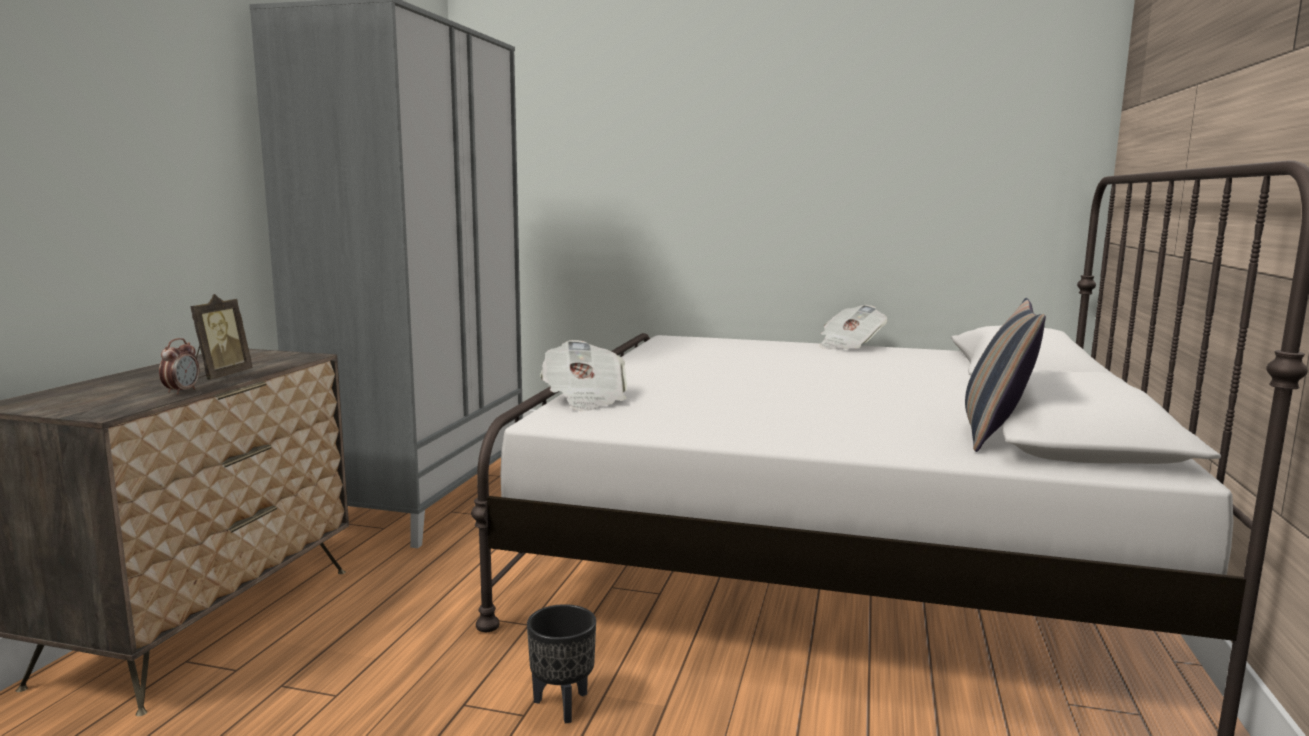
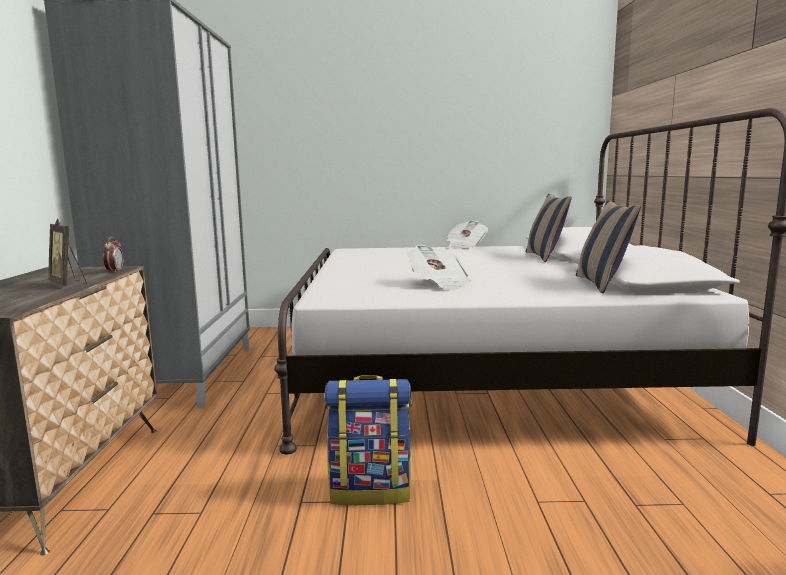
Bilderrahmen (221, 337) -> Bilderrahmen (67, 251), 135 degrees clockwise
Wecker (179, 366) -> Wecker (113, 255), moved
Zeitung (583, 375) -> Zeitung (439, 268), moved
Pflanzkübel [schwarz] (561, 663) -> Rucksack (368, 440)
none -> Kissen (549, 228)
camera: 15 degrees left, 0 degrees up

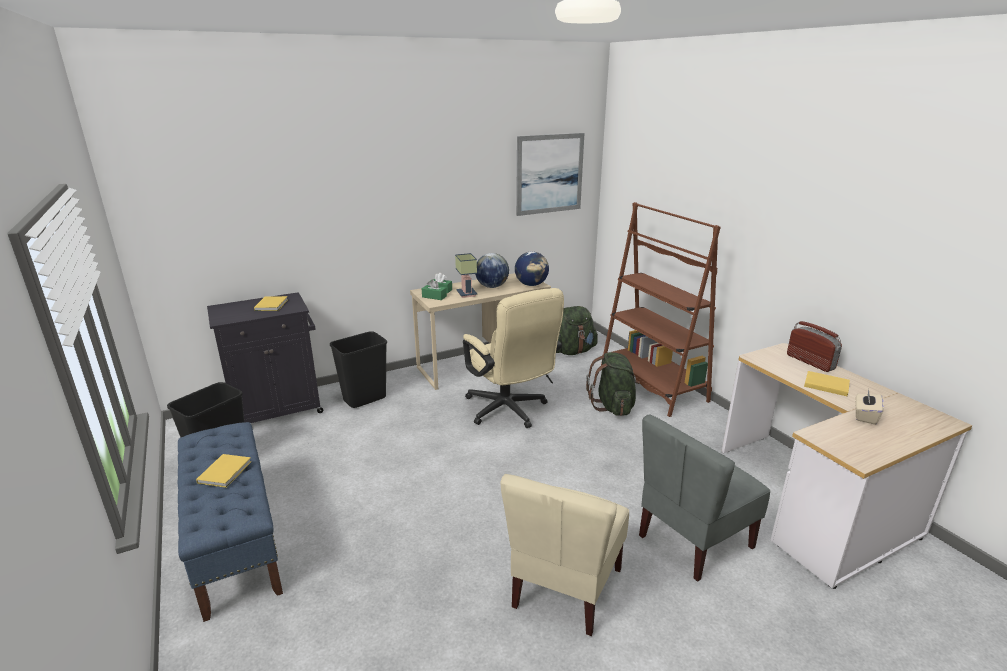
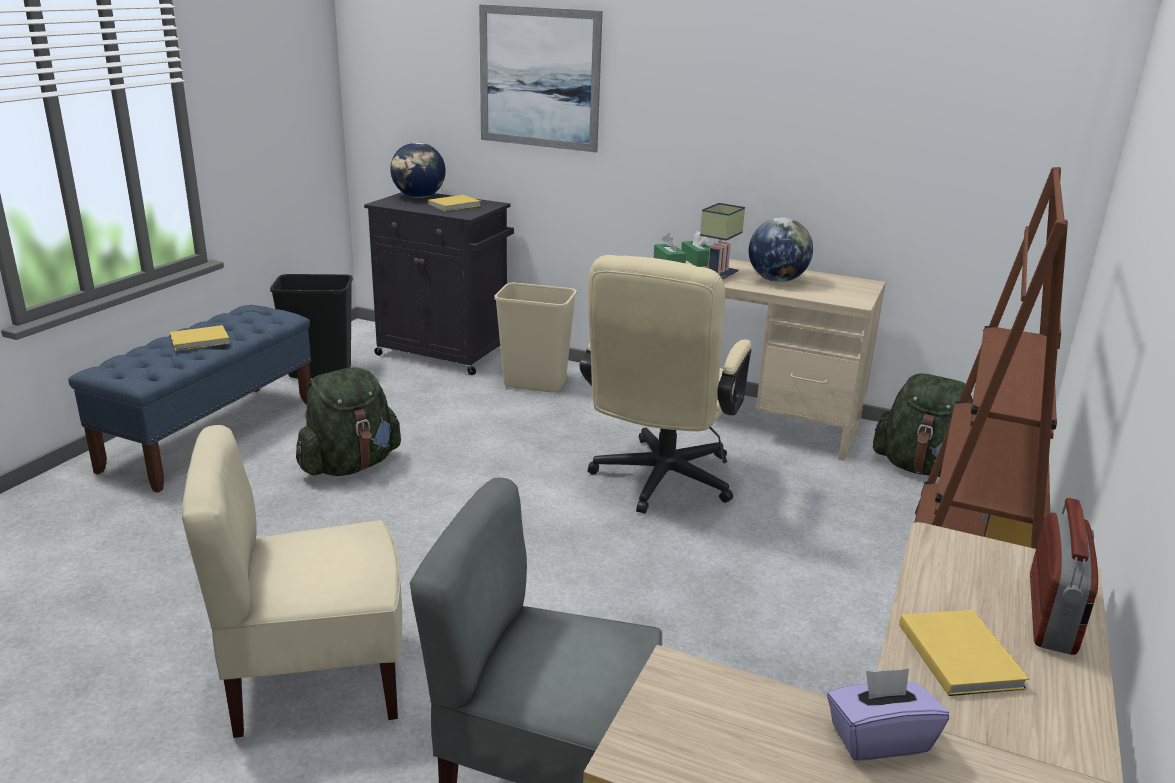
Bild (550, 174) -> Bild (541, 78), moved
Globus (532, 268) -> Globus (418, 170), moved
Mülleimer [schwarz] (358, 369) -> Mülleimer [beige] (535, 337)
Rucksack [grün] (613, 384) -> Rucksack [grün] (348, 421), moved
Taschentuchbox [beige] (869, 407) -> Taschentuchbox [lila] (888, 714)
camera: 50 degrees right, 0 degrees up

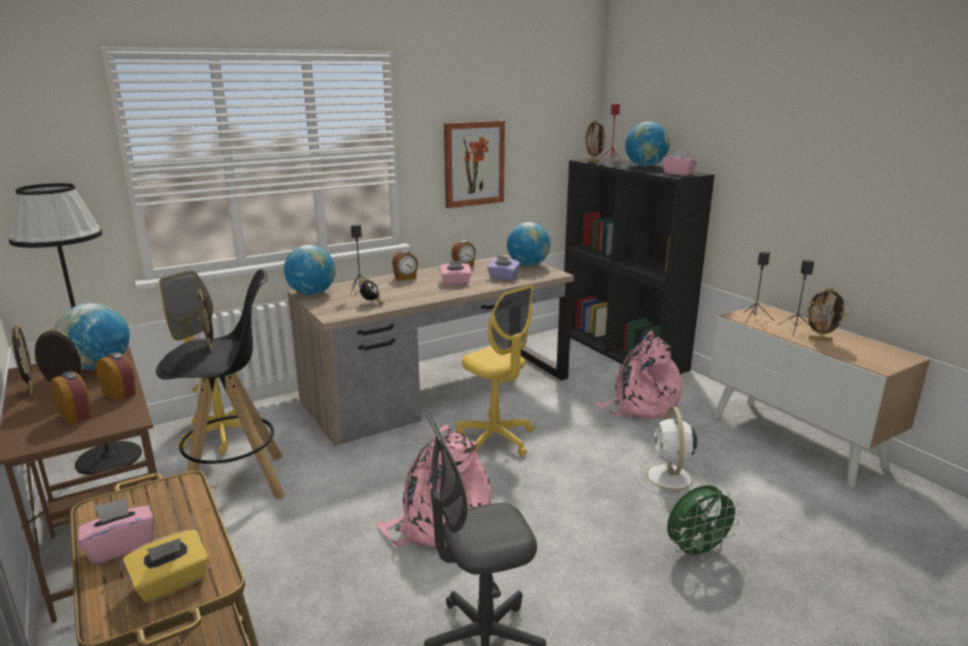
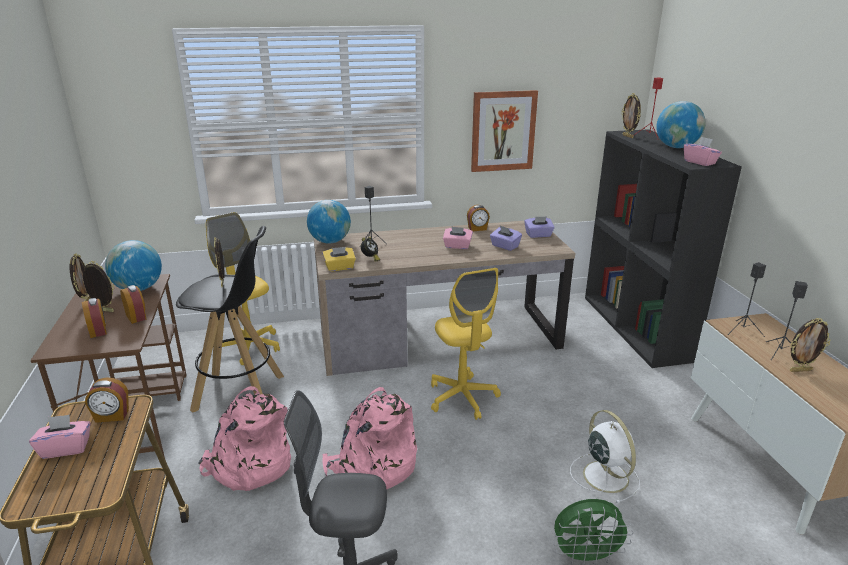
Stehlampe [schwarz] (75, 329) -> none
Globus (528, 244) -> Taschentuchbox [lila] (539, 227)
Wecker (405, 266) -> Wecker (107, 400), moved
Bilderrahmen (826, 314) -> Bilderrahmen (810, 345), 45 degrees counterclockwise
Rucksack [rosa] (638, 374) -> Rucksack [rosa] (244, 438), moved
Ventilator [weiß] (671, 452) -> Ventilator [weiß] (605, 457), 135 degrees clockwise
Taschentuchbox [gelb] (166, 566) -> Taschentuchbox [gelb] (339, 259), moved
camera: 20 degrees right, 5 degrees up

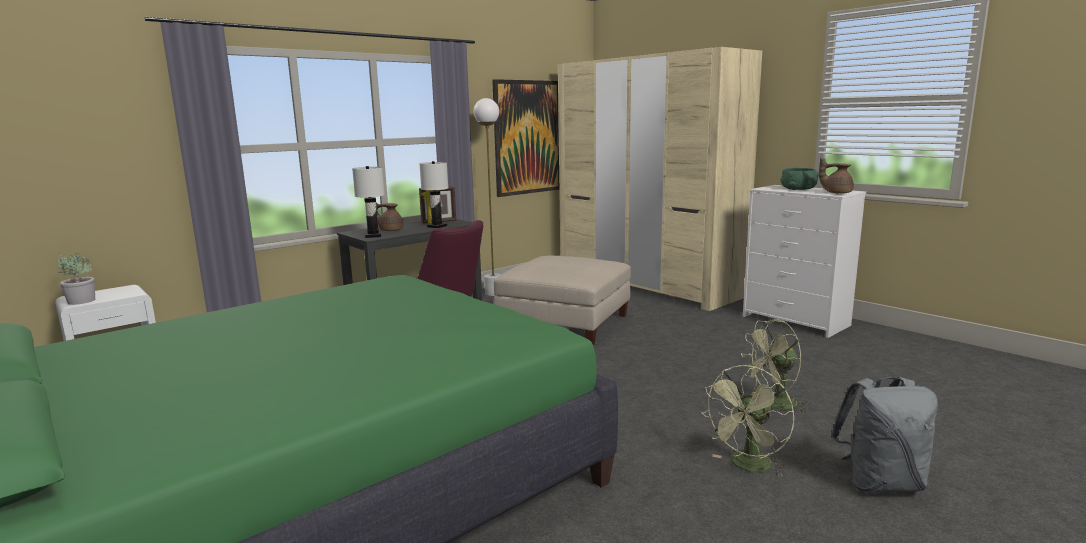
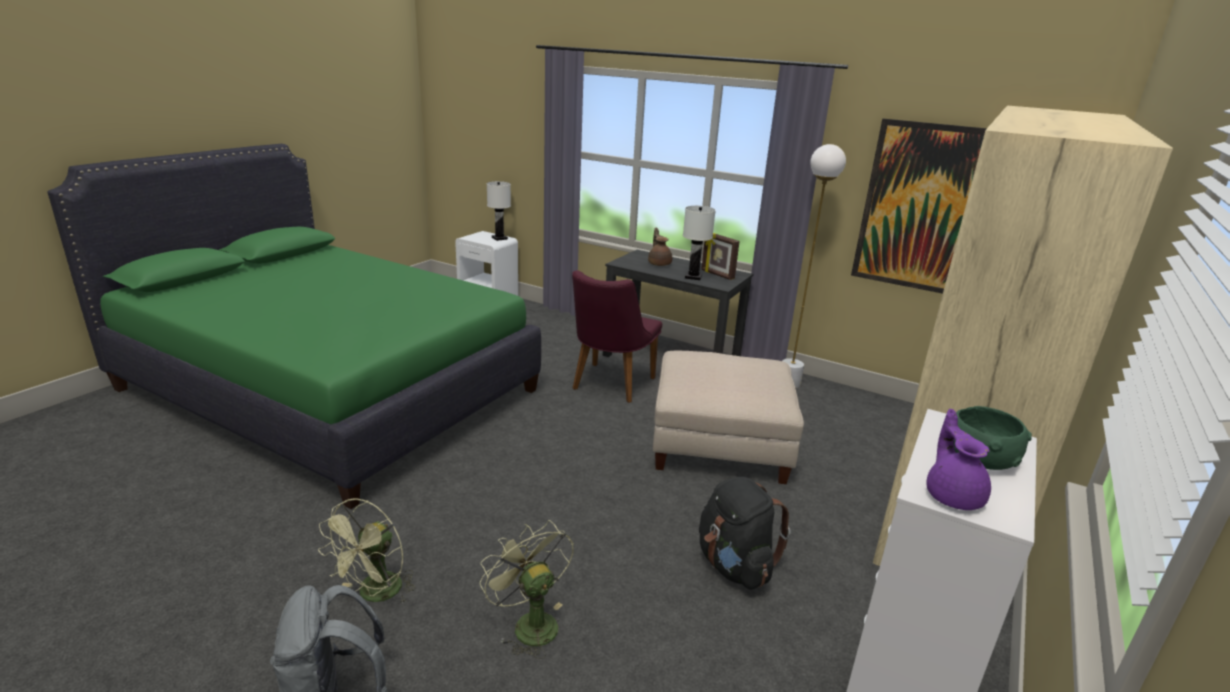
Teekanne [braun] (836, 176) -> Teekanne [lila] (958, 459)
Tischlampe [weiß] (368, 202) -> Tischlampe [weiß] (499, 211), moved
Topfpflanze (76, 279) -> none
Ventilator [grün] (747, 421) -> Ventilator [grün] (367, 551), 90 degrees counterclockwise
none -> Rucksack [schwarz] (745, 533)
camera: 70 degrees right, 10 degrees up

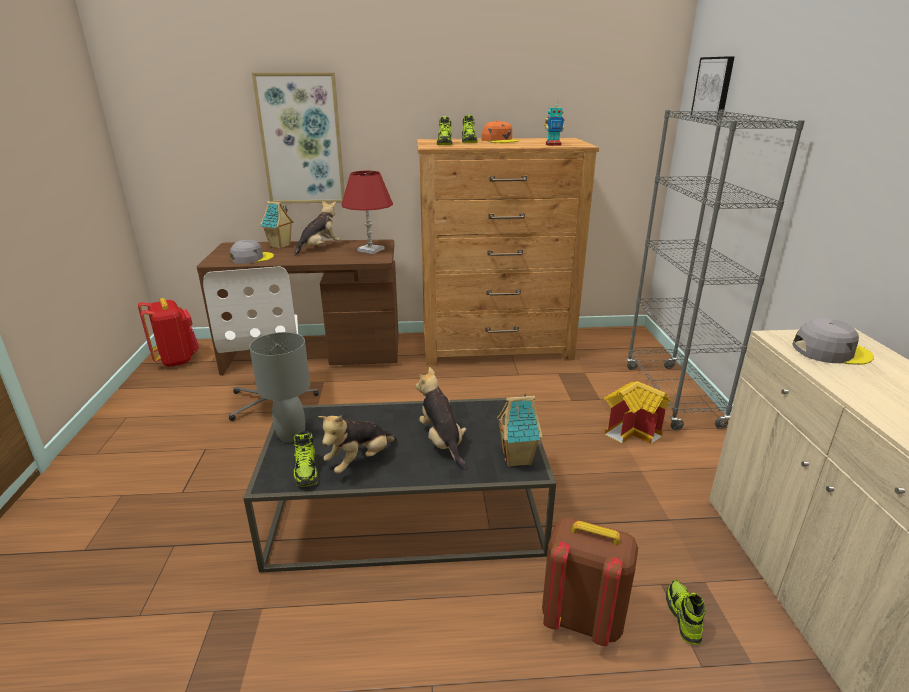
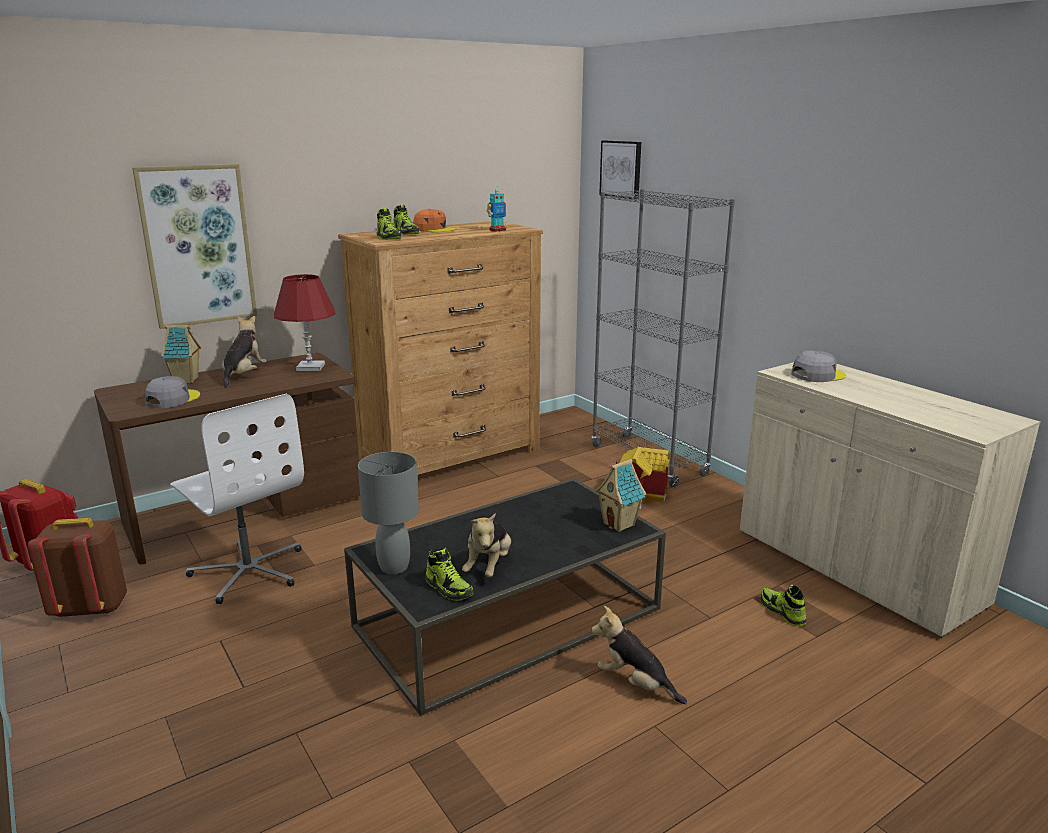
Plüschtier (441, 418) -> Plüschtier (639, 655), moved
Rucksack [braun] (590, 581) -> Rucksack [braun] (77, 568), moved
camera: 30 degrees left, 5 degrees down

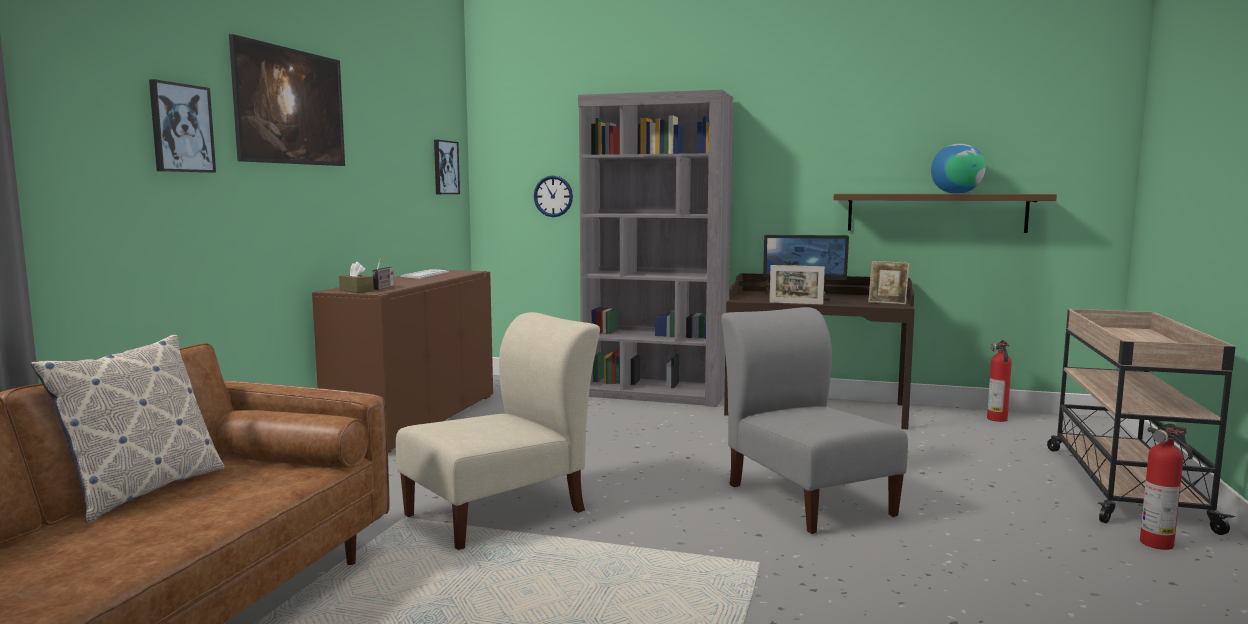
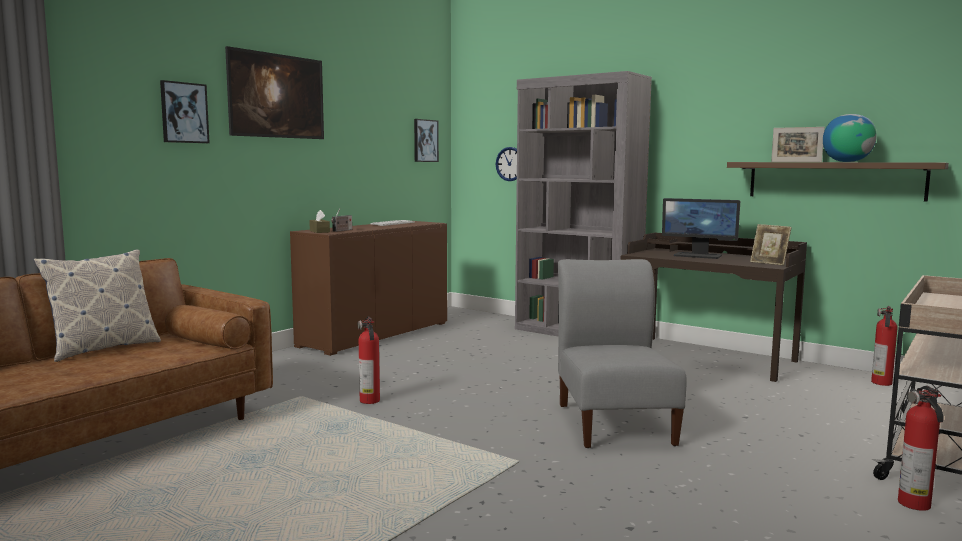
Bilderrahmen (797, 285) -> Bilderrahmen (798, 144), moved
Stuhl [beige] (498, 431) -> Feuerlöscher (368, 360)
camera: 20 degrees right, 0 degrees up

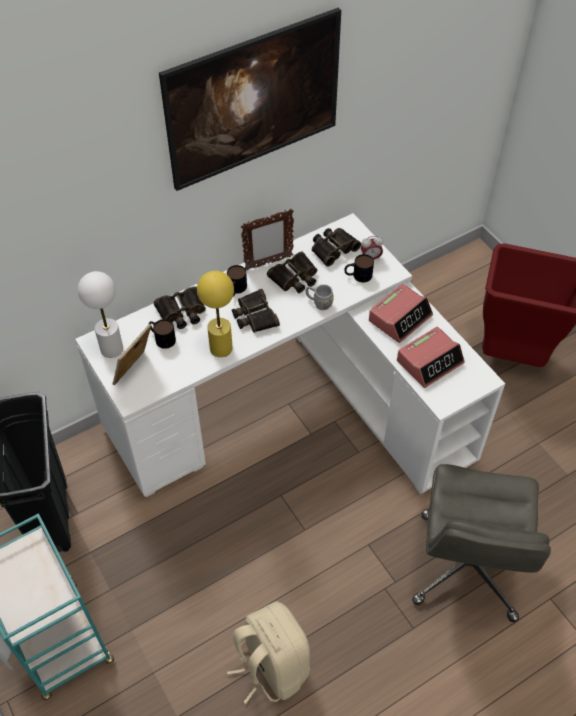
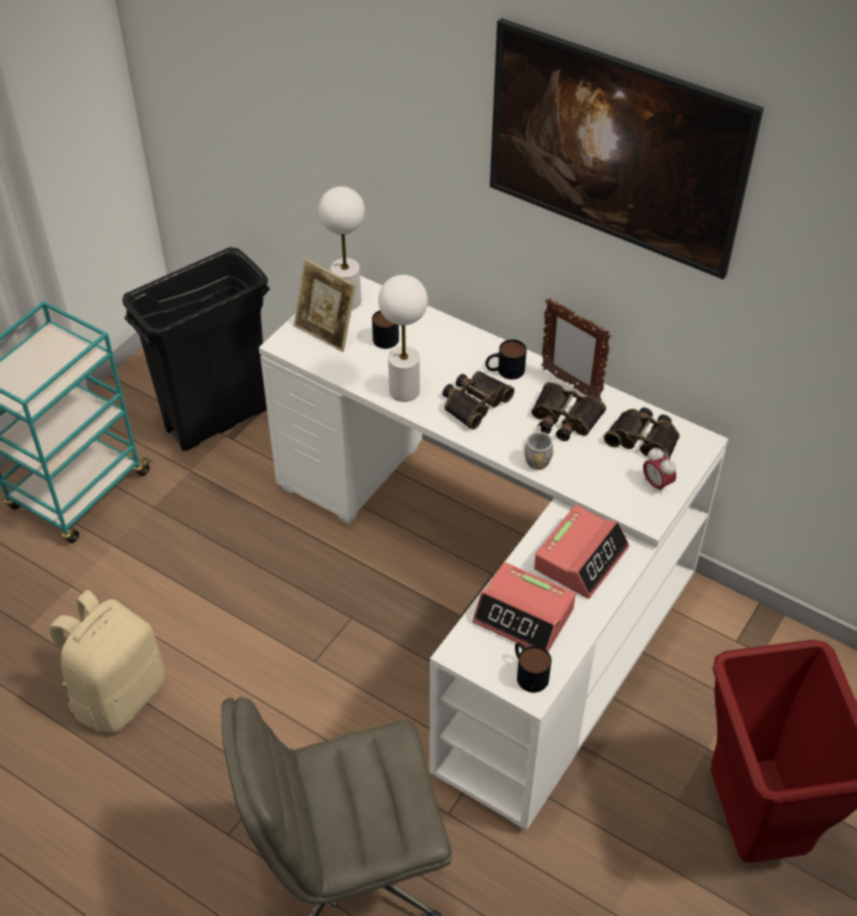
Henkelbecher (359, 268) -> Henkelbecher (533, 667), moved
Tischlampe [gelb] (215, 314) -> Tischlampe [weiß] (403, 338)
Wecker (401, 313) -> Wecker (581, 552), 75 degrees counterclockwise
Fernglas (180, 307) -> none
Bilderrahmen (132, 354) -> Bilderrahmen (325, 305), 150 degrees counterclockwise
camera: 65 degrees right, 5 degrees down

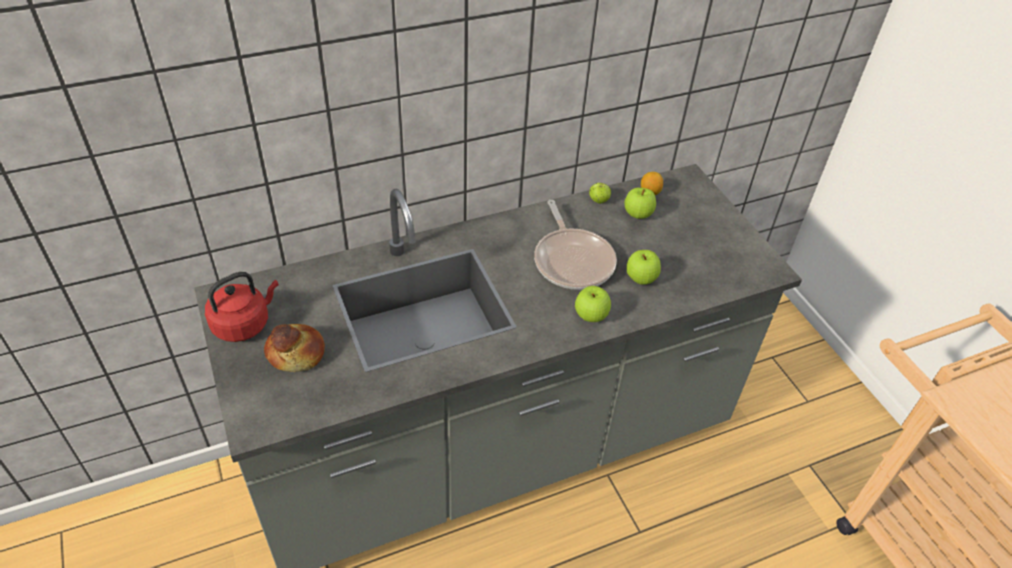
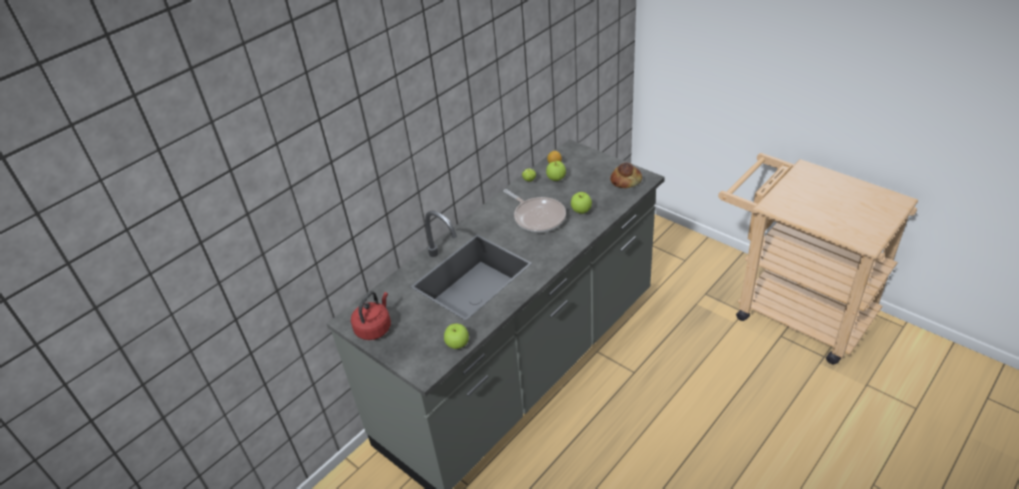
Apfel (593, 304) -> Apfel (456, 336), moved
Brot (294, 348) -> Brot (626, 175), moved
camera: 20 degrees left, 5 degrees down

